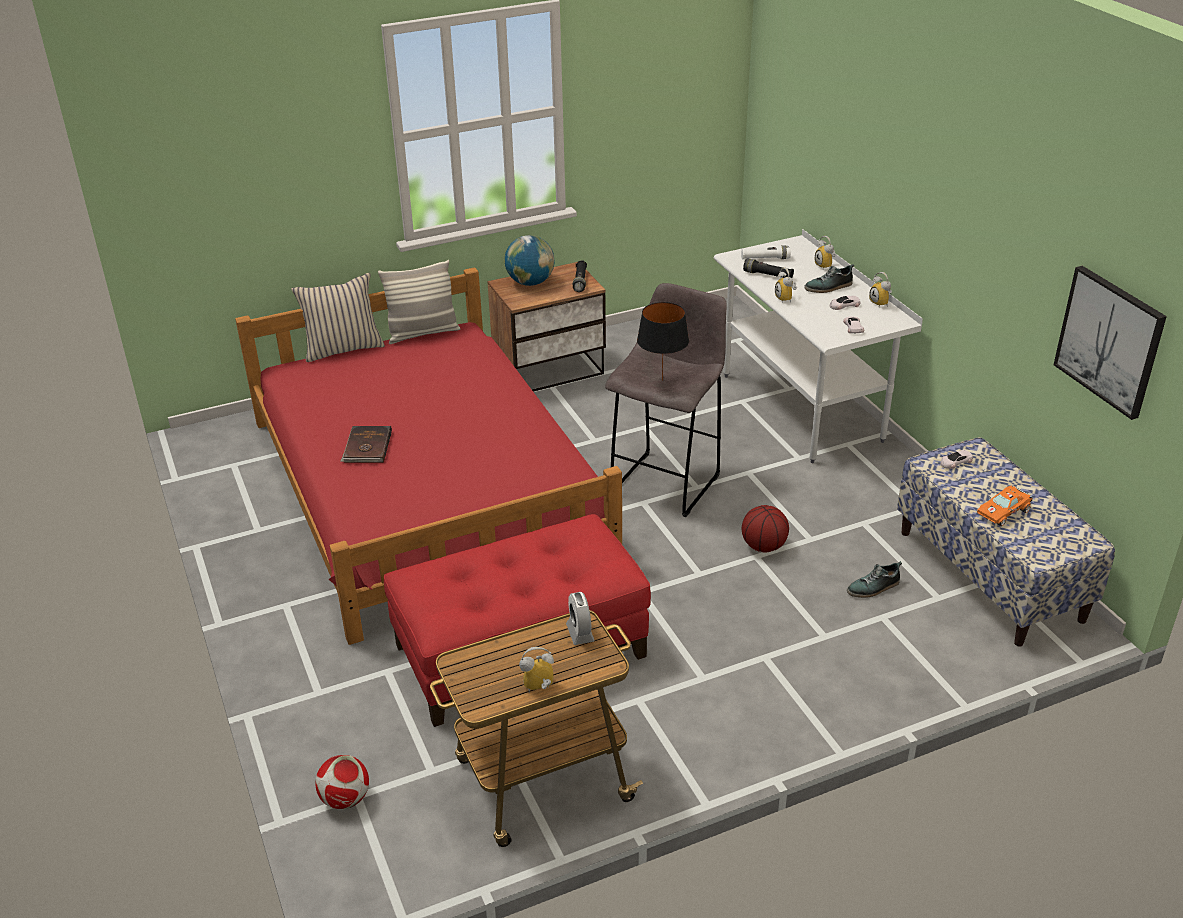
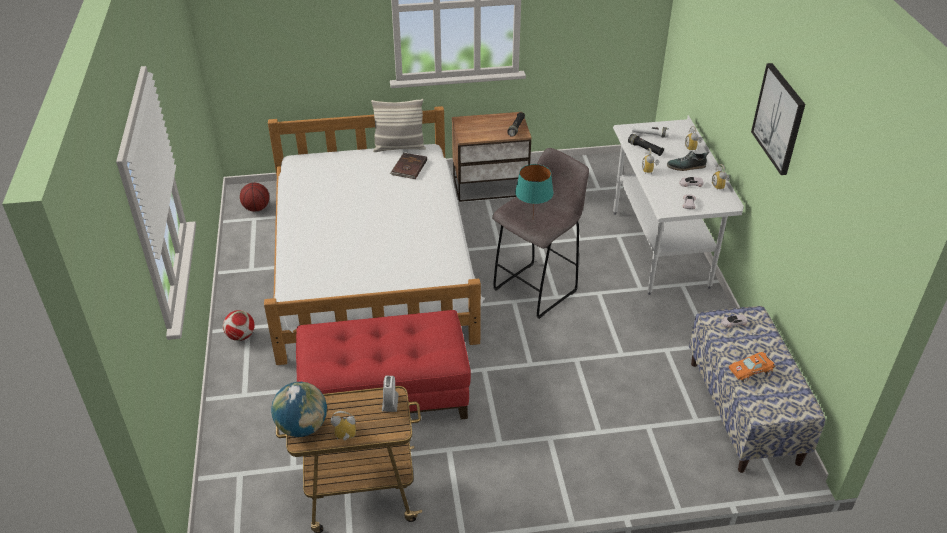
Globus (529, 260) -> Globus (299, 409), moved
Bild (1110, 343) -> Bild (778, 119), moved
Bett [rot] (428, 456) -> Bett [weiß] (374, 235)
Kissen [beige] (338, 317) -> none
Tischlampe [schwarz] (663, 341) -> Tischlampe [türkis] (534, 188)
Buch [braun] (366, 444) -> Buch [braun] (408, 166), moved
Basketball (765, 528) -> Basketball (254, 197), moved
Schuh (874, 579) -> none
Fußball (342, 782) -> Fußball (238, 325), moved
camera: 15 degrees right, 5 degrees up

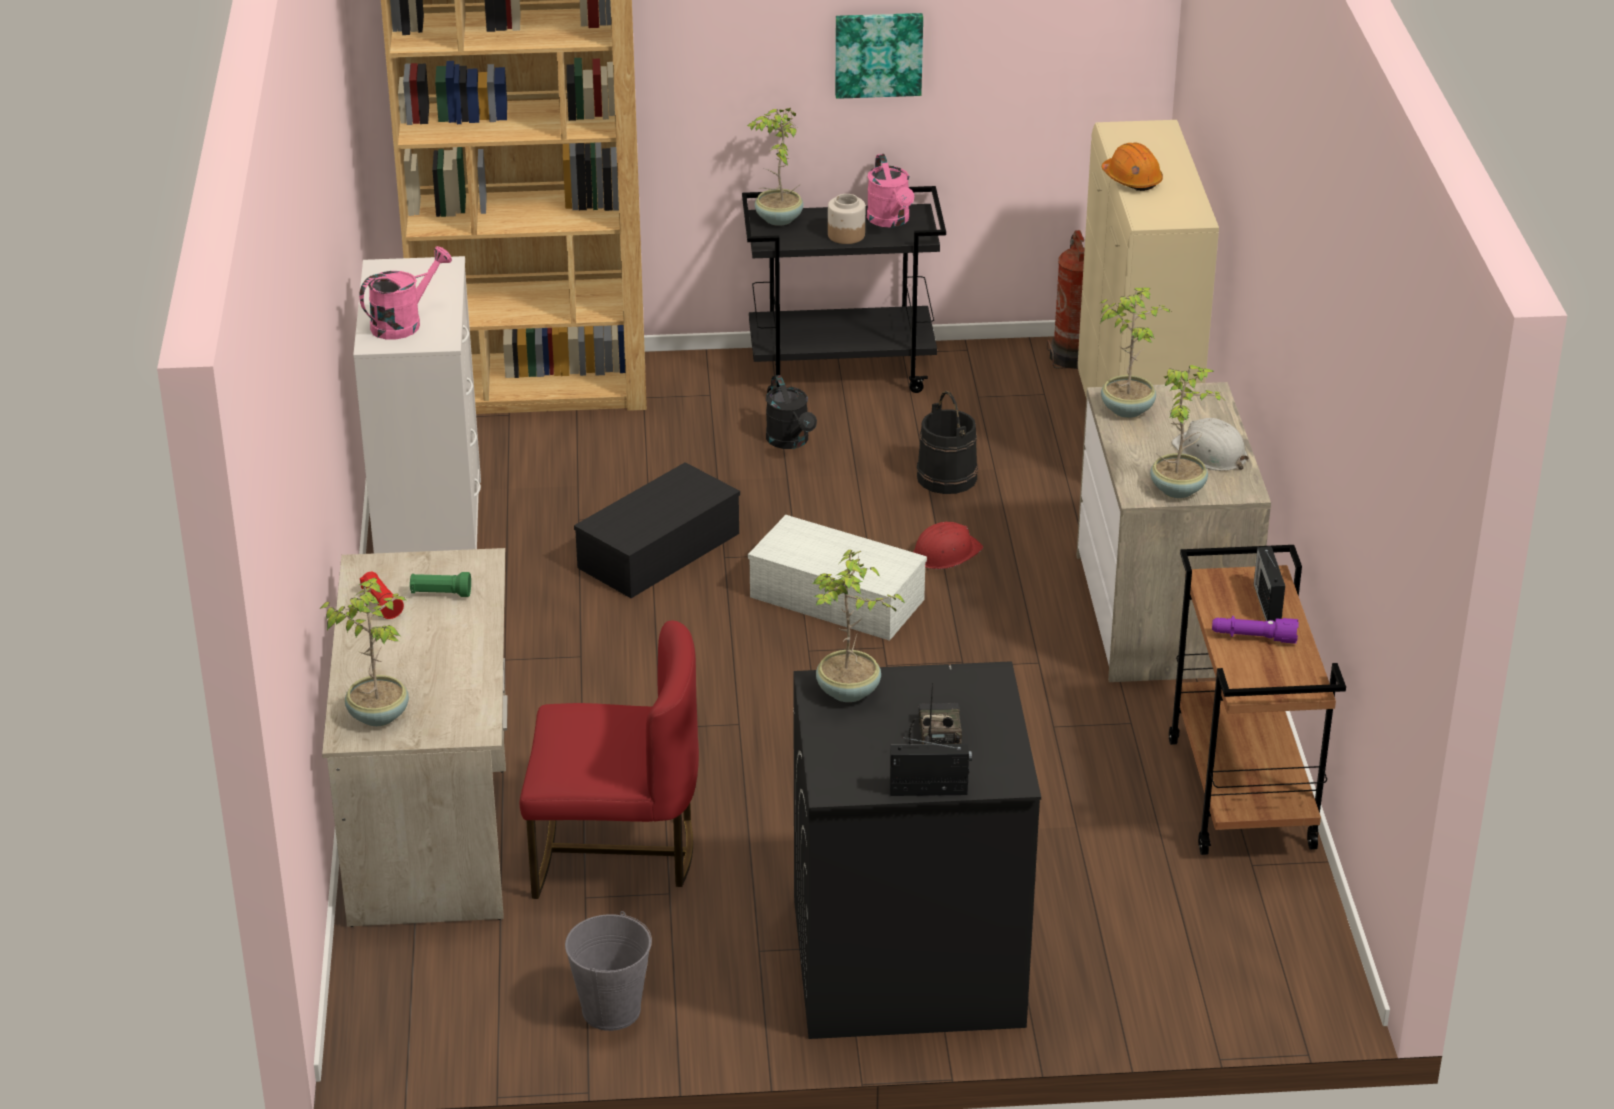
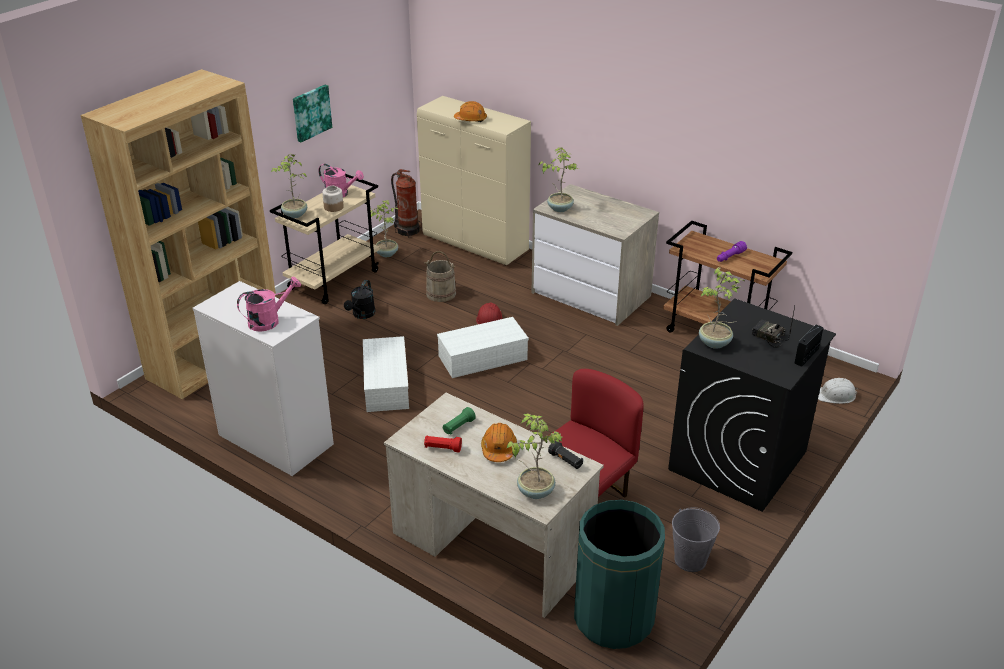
Rollwagen [schwarz] (844, 289) -> Rollwagen [beige] (325, 239)
Gießkanne [rosa] (405, 293) -> Gießkanne [rosa] (269, 304), 60 degrees clockwise
Topfpflanze (1187, 431) -> Topfpflanze (384, 228), moved
Gießkanne [schwarz] (791, 412) -> Gießkanne [schwarz] (359, 299), 90 degrees clockwise
Eimer [schwarz] (947, 442) -> Eimer [beige] (440, 276)
Schutzhelm [weiß] (1210, 444) -> Schutzhelm [weiß] (838, 391), moved
Aufbewahrungsbox [schwarz] (657, 530) -> Aufbewahrungsbox [weiß] (386, 374)
Radio (1269, 584) -> none
none -> Schutzhelm [orange] (499, 442)
none -> Taschenlampe [schwarz] (565, 455)
none -> Mülleimer [grün] (619, 574)
camera: 50 degrees left, 0 degrees up

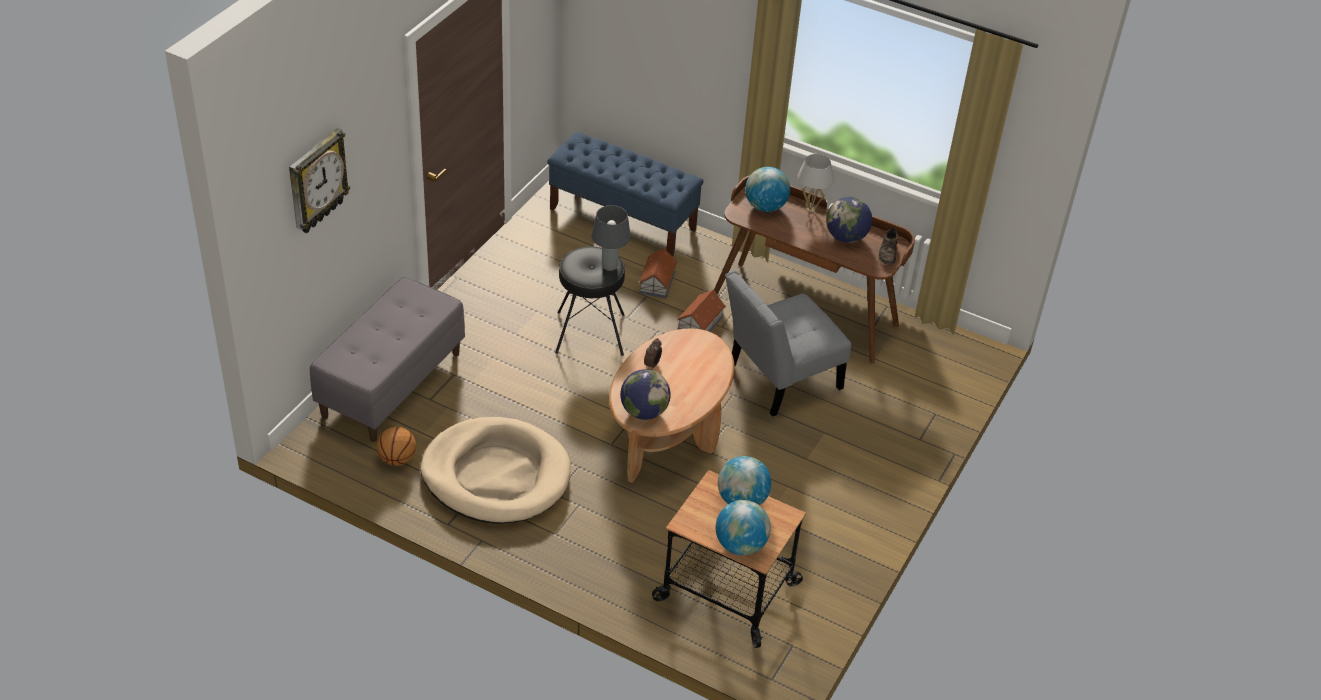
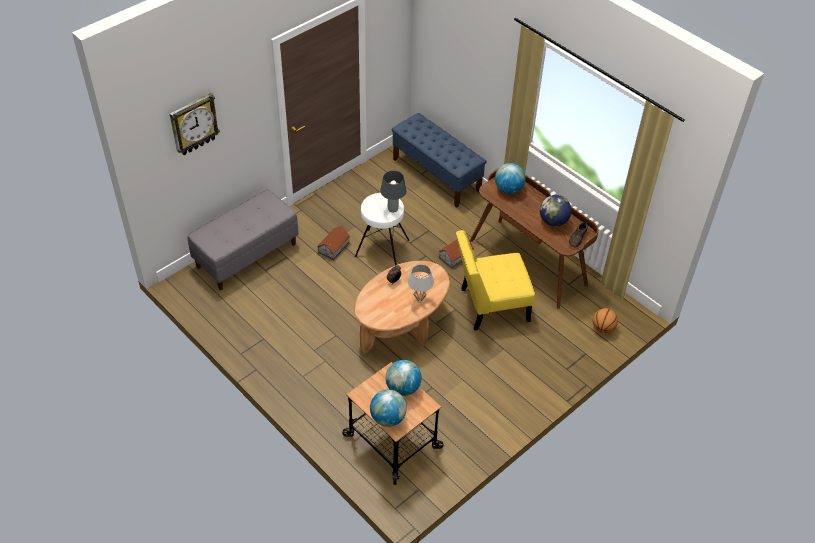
Tischlampe [weiß] (816, 183) -> Tischlampe [weiß] (421, 284), moved
Hocker [schwarz] (590, 301) -> Hocker [weiß] (382, 229)
Spielzeughaus (657, 273) -> Spielzeughaus (333, 243), moved
Stuhl [grau] (788, 343) -> Stuhl [gelb] (495, 280)
Globus (645, 394) -> none
Hundebett [beige] (496, 470) -> none
Basketball (396, 446) -> Basketball (605, 320), moved
camera: 20 degrees right, 5 degrees up

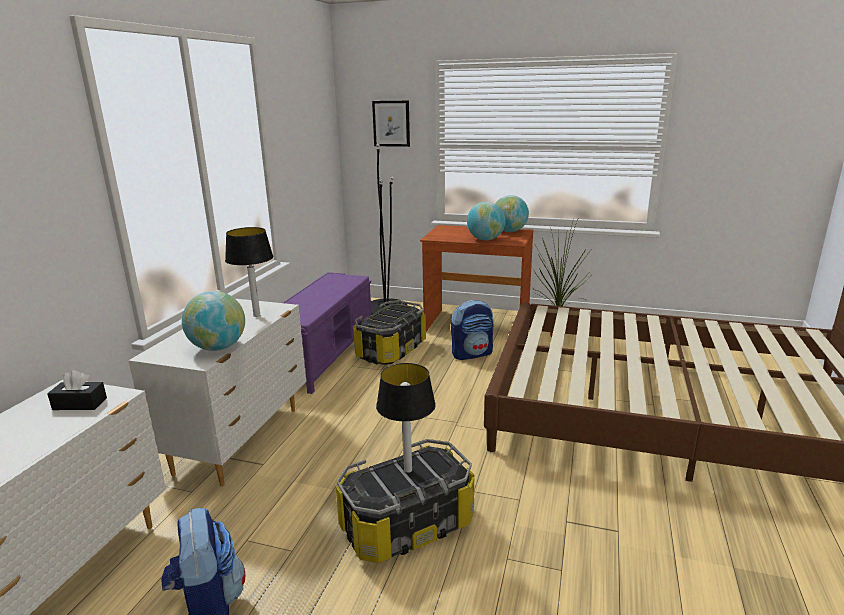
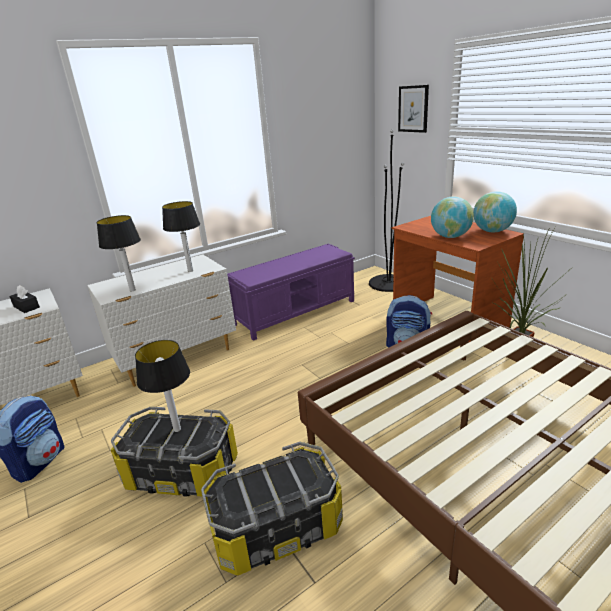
Globus (213, 321) -> Tischlampe (119, 253)
Aufbewahrungsbox (389, 332) -> Aufbewahrungsbox (272, 509), moved
camera: 40 degrees right, 5 degrees up

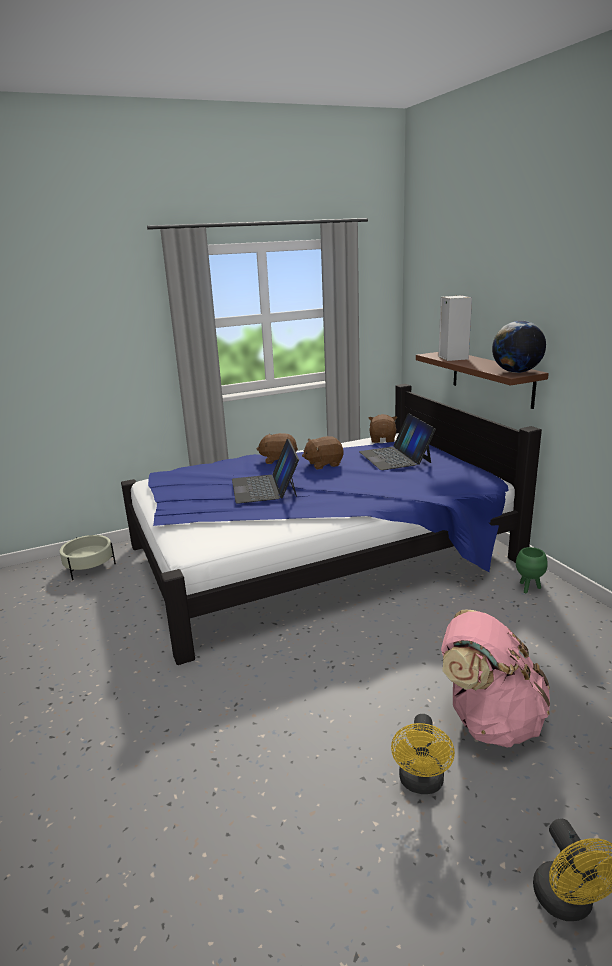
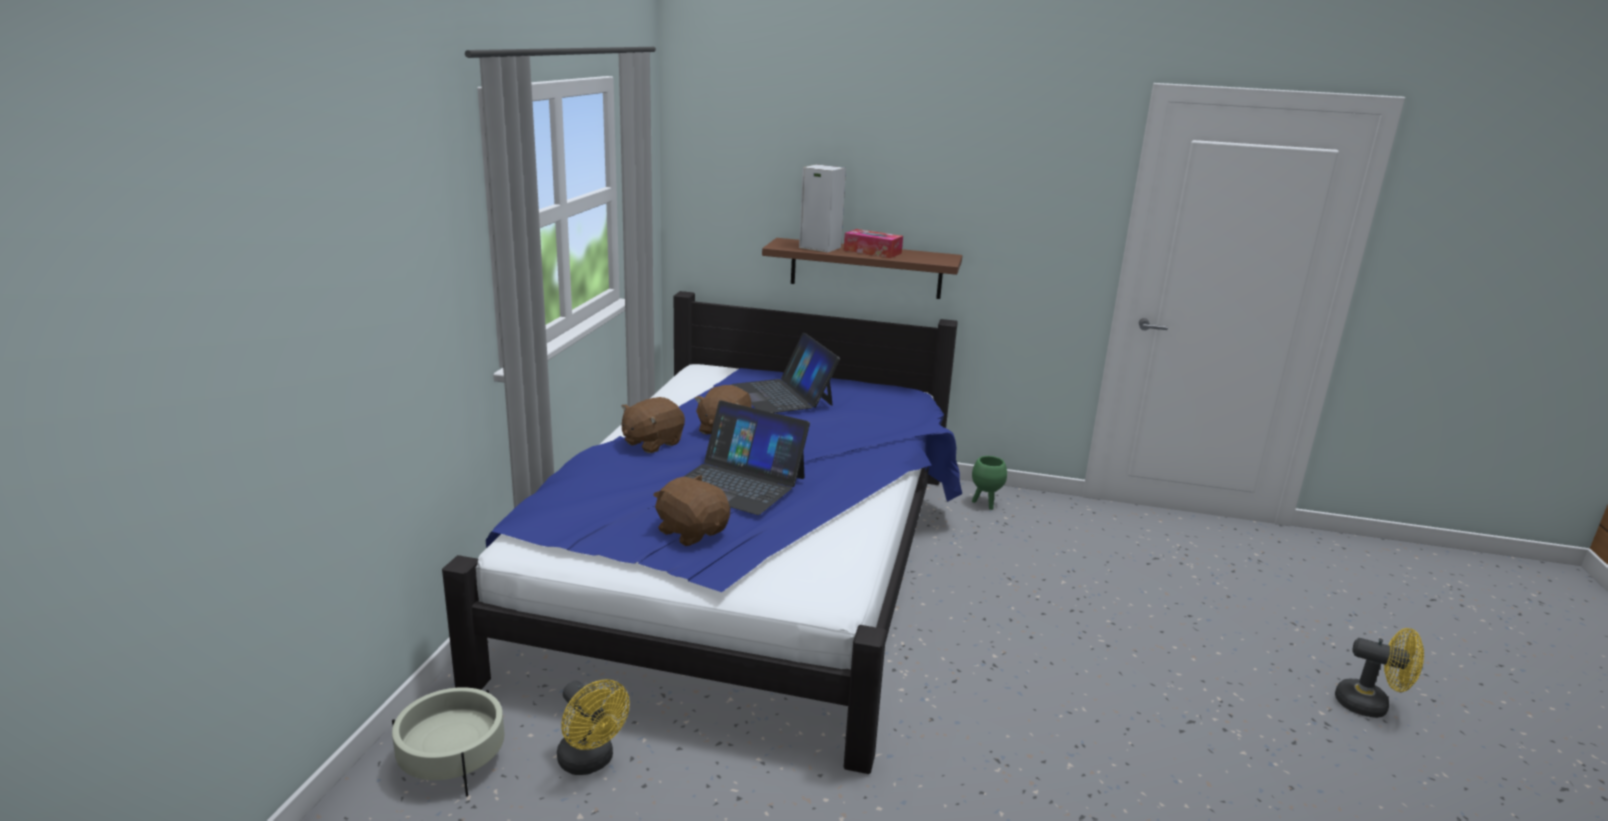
Globus (519, 347) -> none
Laptop (397, 441) -> Laptop (786, 372), 45 degrees clockwise
Plüschtier [braun] (383, 428) -> Plüschtier [braun] (691, 510), moved
Rucksack [rosa] (495, 679) -> none
Ventilator [gelb] (423, 754) -> Ventilator [gelb] (593, 727), moved
none -> Taschentuchbox (873, 243)
camera: 55 degrees left, 0 degrees up

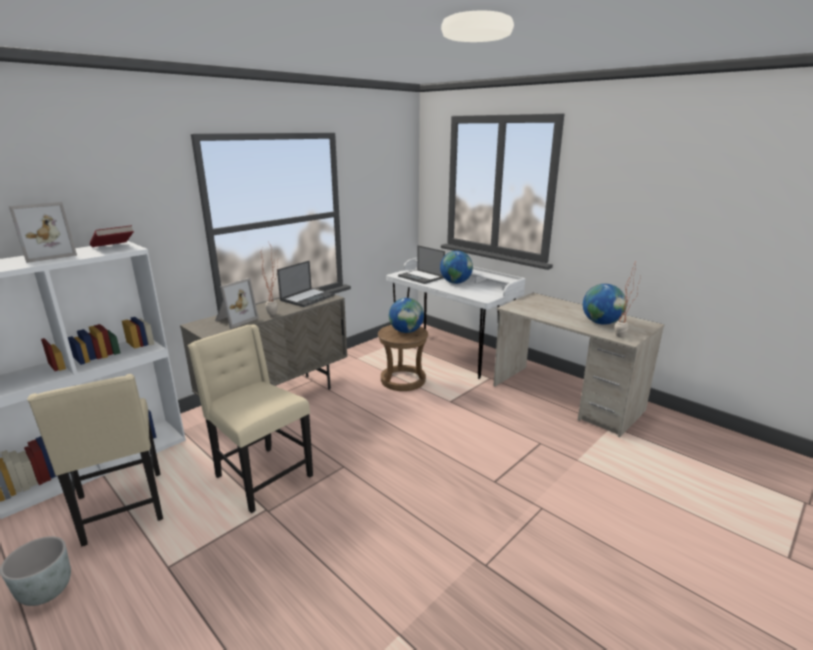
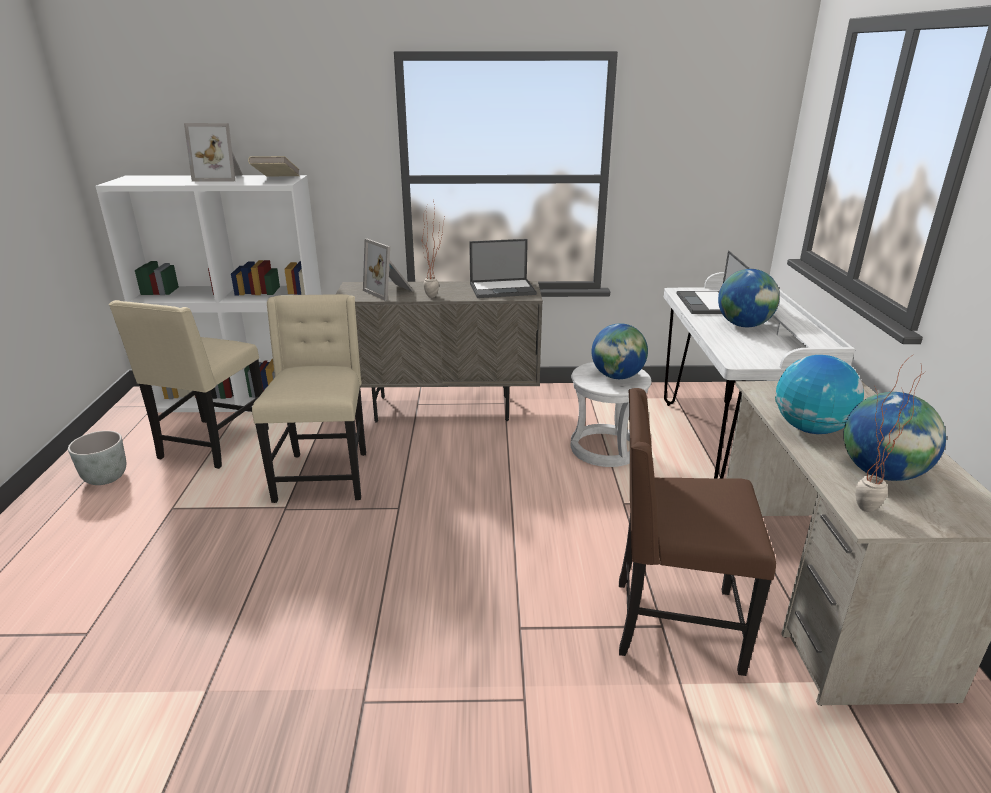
Buch [rot] (112, 236) -> Buch [beige] (273, 166)
Bilderrahmen (237, 303) -> Bilderrahmen (388, 270), 60 degrees clockwise
Hocker [braun] (403, 358) -> Hocker [weiß] (611, 414)
none -> Globus (819, 394)
none -> Stuhl [braun] (697, 532)
camera: 45 degrees right, 5 degrees up

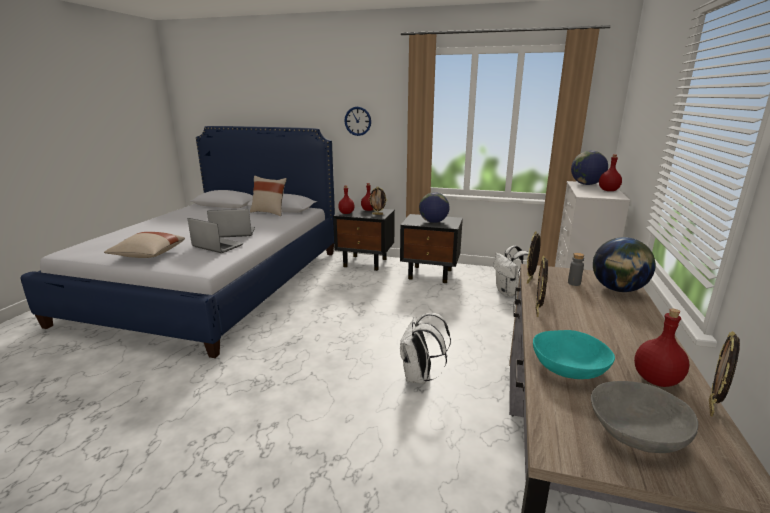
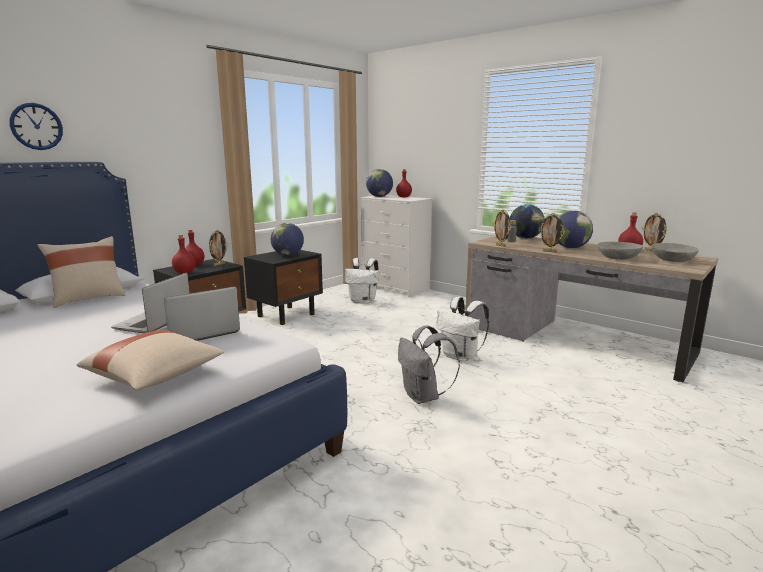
Wanduhr (357, 121) -> Wanduhr (36, 126), moved
Schüssel [türkis] (574, 354) -> Schüssel [grau] (620, 251)
none -> Globus (576, 229)
none -> Rucksack [grau] (429, 364)
camera: 65 degrees left, 5 degrees down

